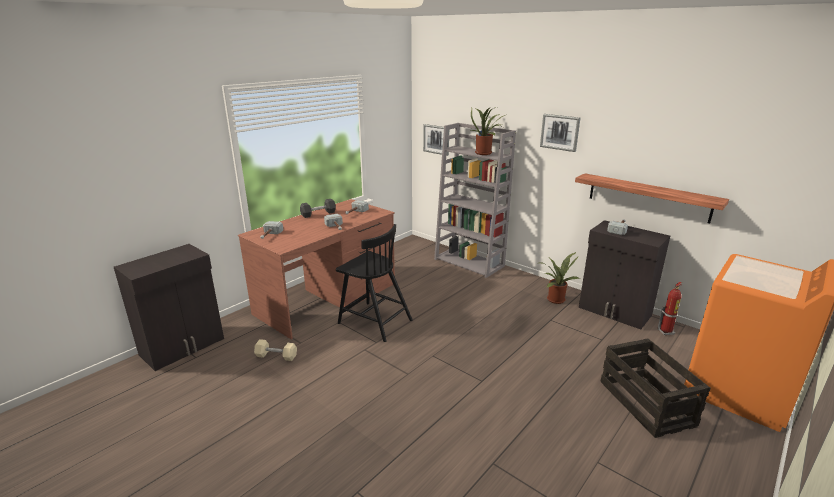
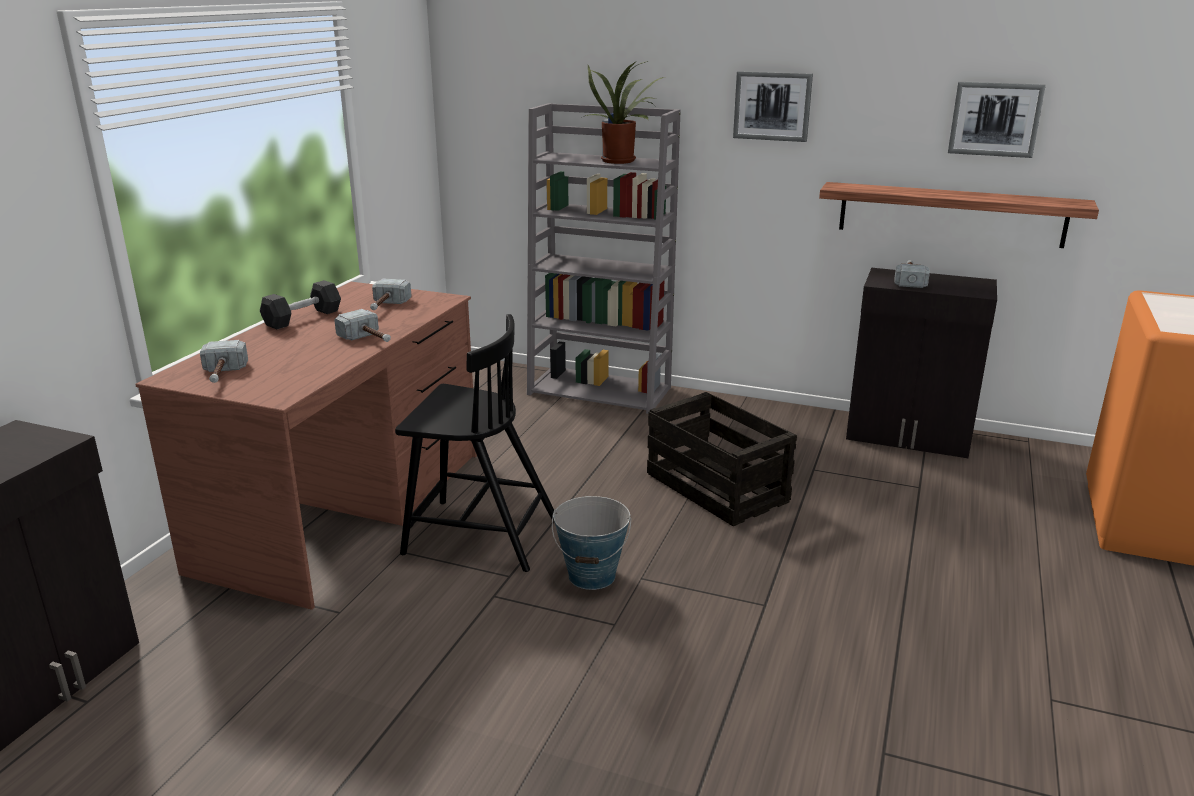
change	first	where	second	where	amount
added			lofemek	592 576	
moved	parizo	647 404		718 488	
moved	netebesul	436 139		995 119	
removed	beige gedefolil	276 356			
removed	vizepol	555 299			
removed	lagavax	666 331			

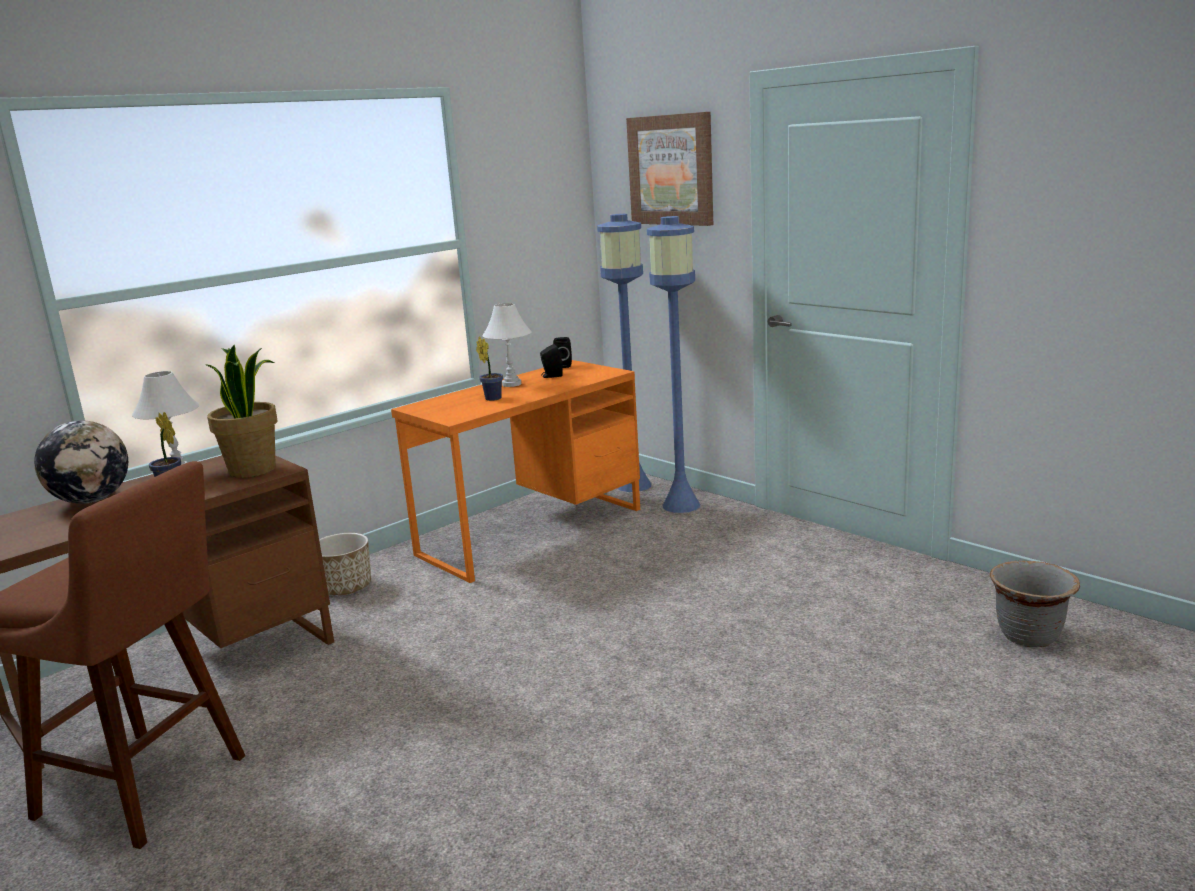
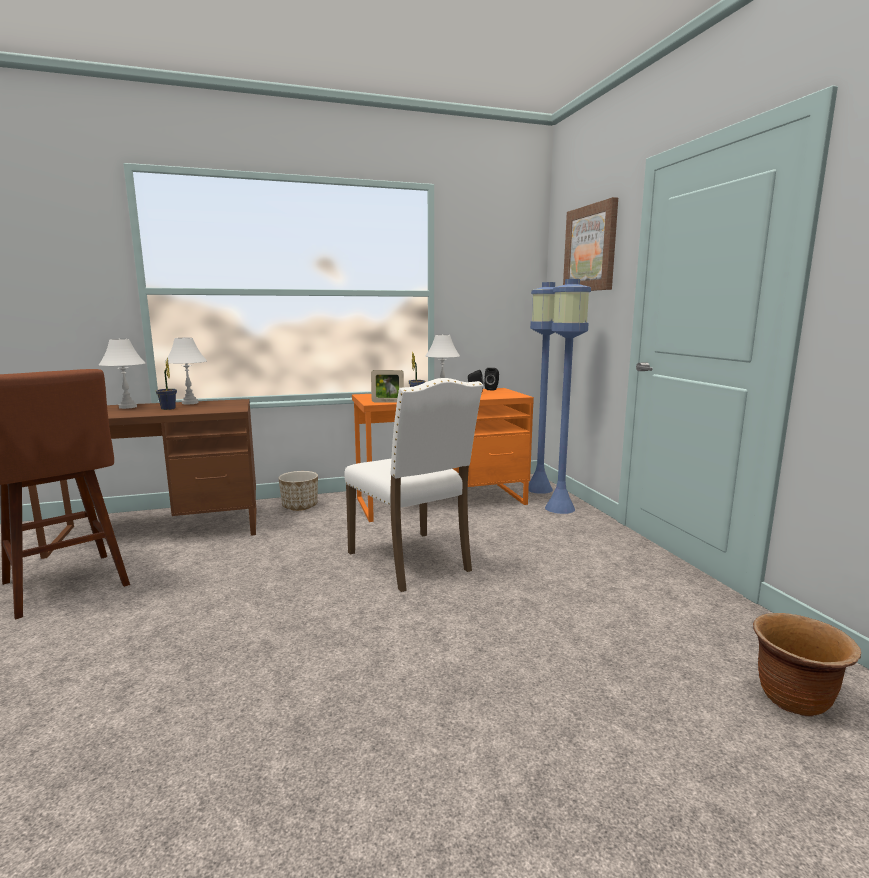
change	first	where	second	where	amount
replaced	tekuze	92 500	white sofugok	128 407	
added			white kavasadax	412 561	
added			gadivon	387 402	
recoloured	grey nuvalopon	1029 636	brown nuvalopon	794 700	
removed	vizepol	254 469			

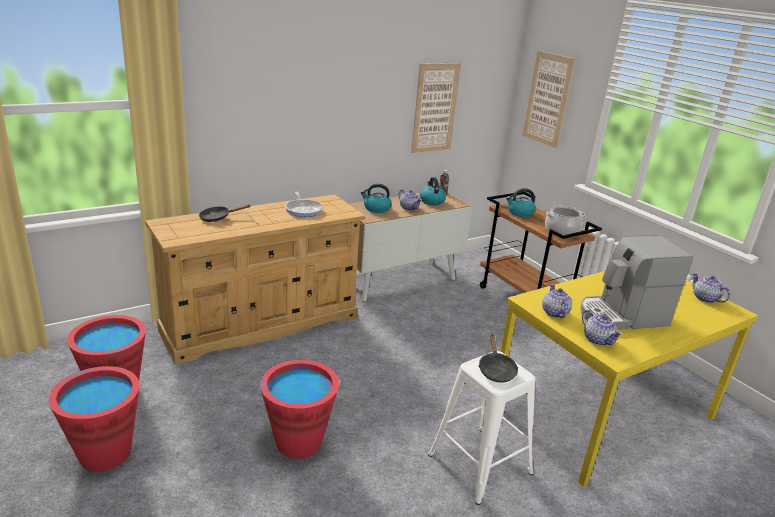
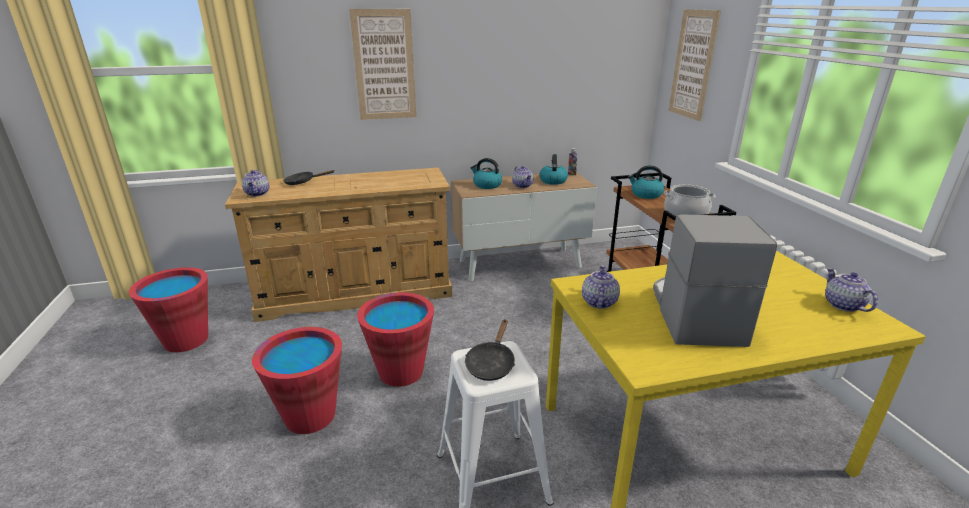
change	first	where	second	where	amount
moved	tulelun	598 340		257 193	
moved	netebesul	435 108		384 65	
moved	red lofemek	105 453		401 372	
turned	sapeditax	622 316		694 315	90 degrees clockwise
removed	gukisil	303 210			

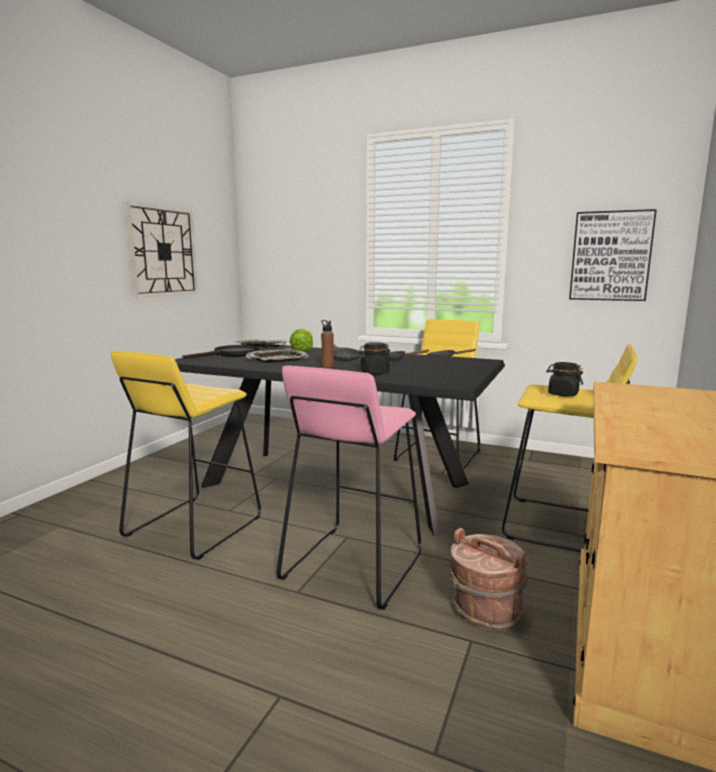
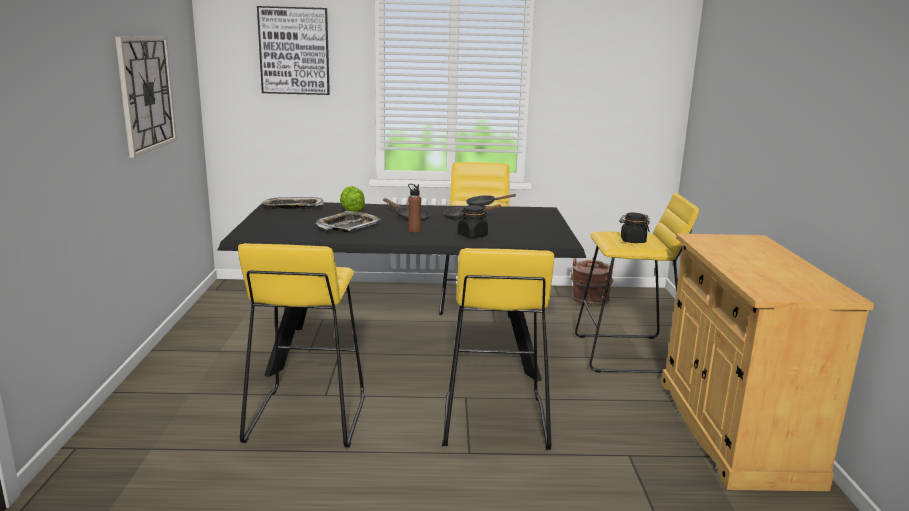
change	first	where	second	where	amount
moved	netebesul	610 256		294 51	
recoloured	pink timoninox	352 565	yellow timoninox	493 421	
moved	brown lofemek	485 610		589 300	
removed	black gukisil	231 354			

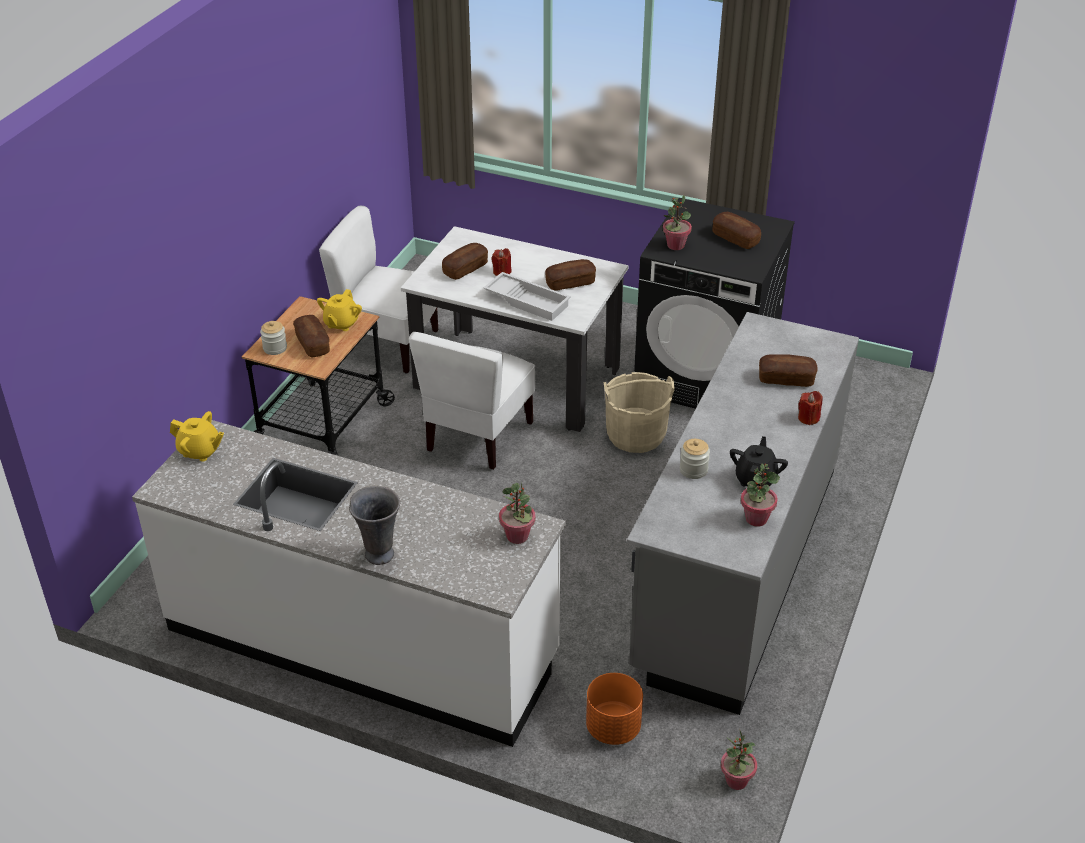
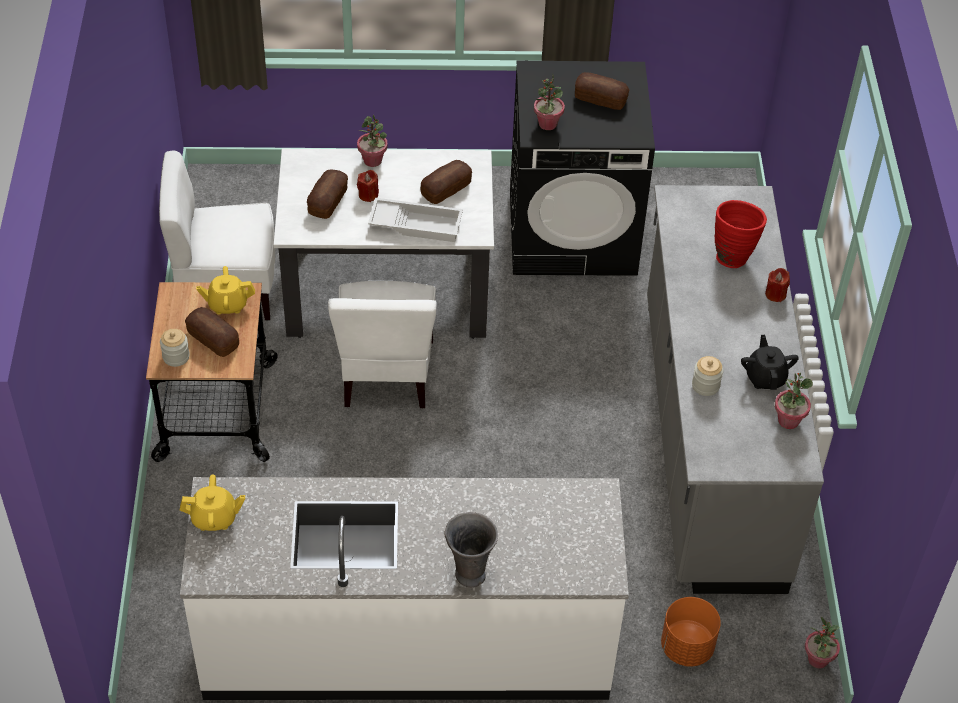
change	first	where	second	where	amount
turned	yellow tulelun	341 323		227 304	90 degrees clockwise
moved	vizepol	517 536		373 160	
replaced	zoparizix	786 379	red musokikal	733 255	
removed	beige lofemek	635 435			

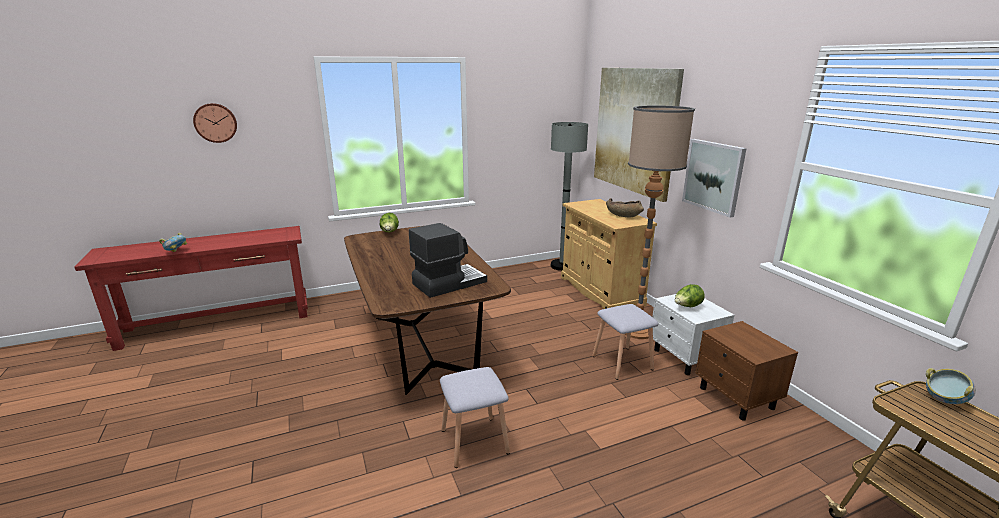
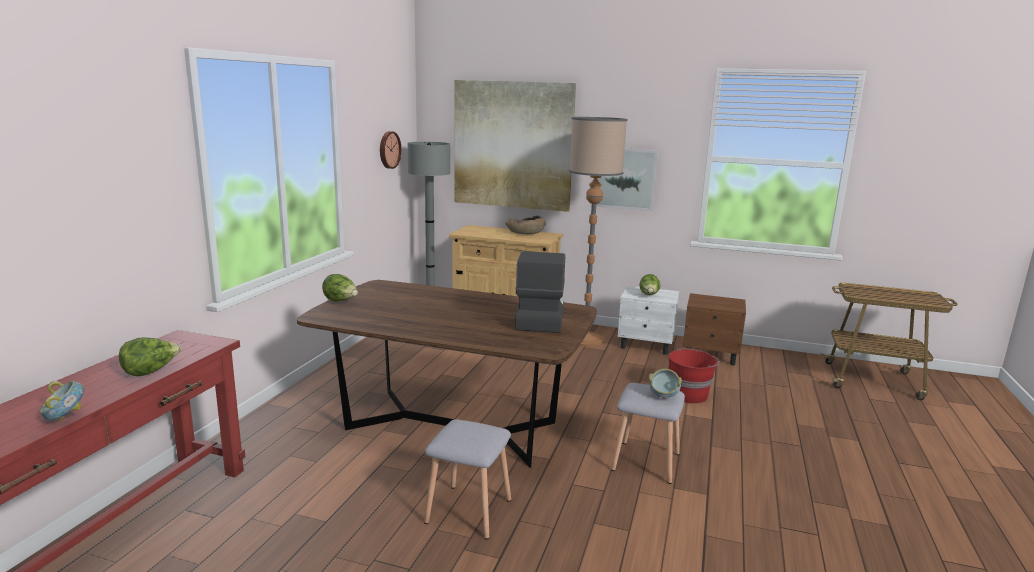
change	first	where	second	where	amount
added			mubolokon	151 372	
moved	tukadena	215 123		388 149	
moved	grey timoninox	621 362		467 511	
moved	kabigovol	943 400		663 396	
added			red lofemek	689 395	

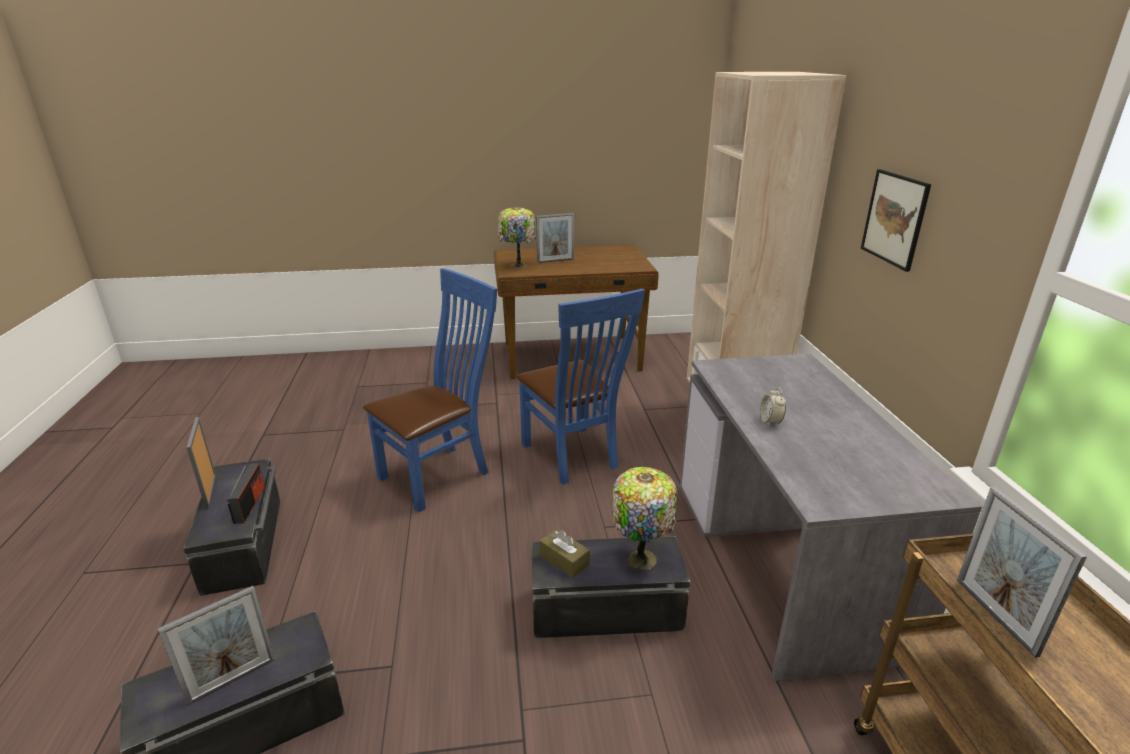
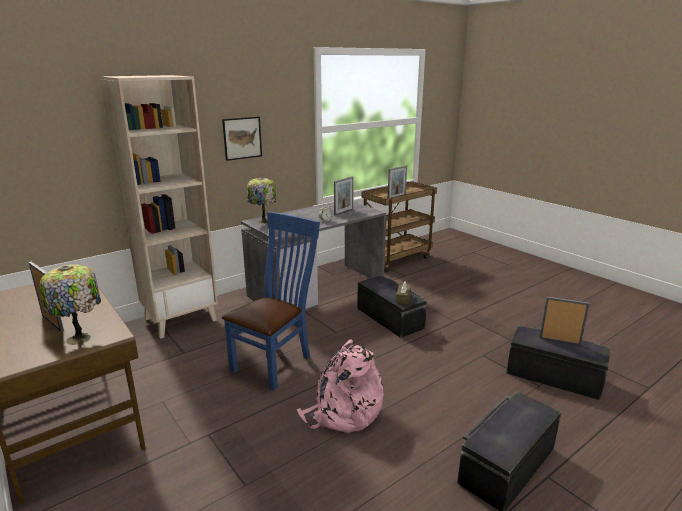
change	first	where	second	where	amount
moved	sofugok	641 557		263 222	
replaced	blue kavasadax	440 474	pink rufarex	343 412	
moved	gadivon	210 491		343 212	
removed	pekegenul	249 504			

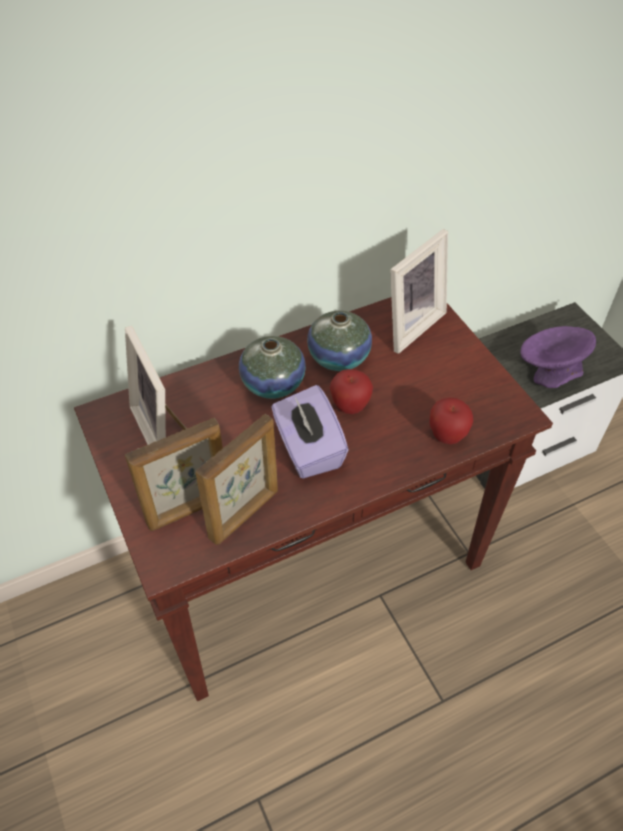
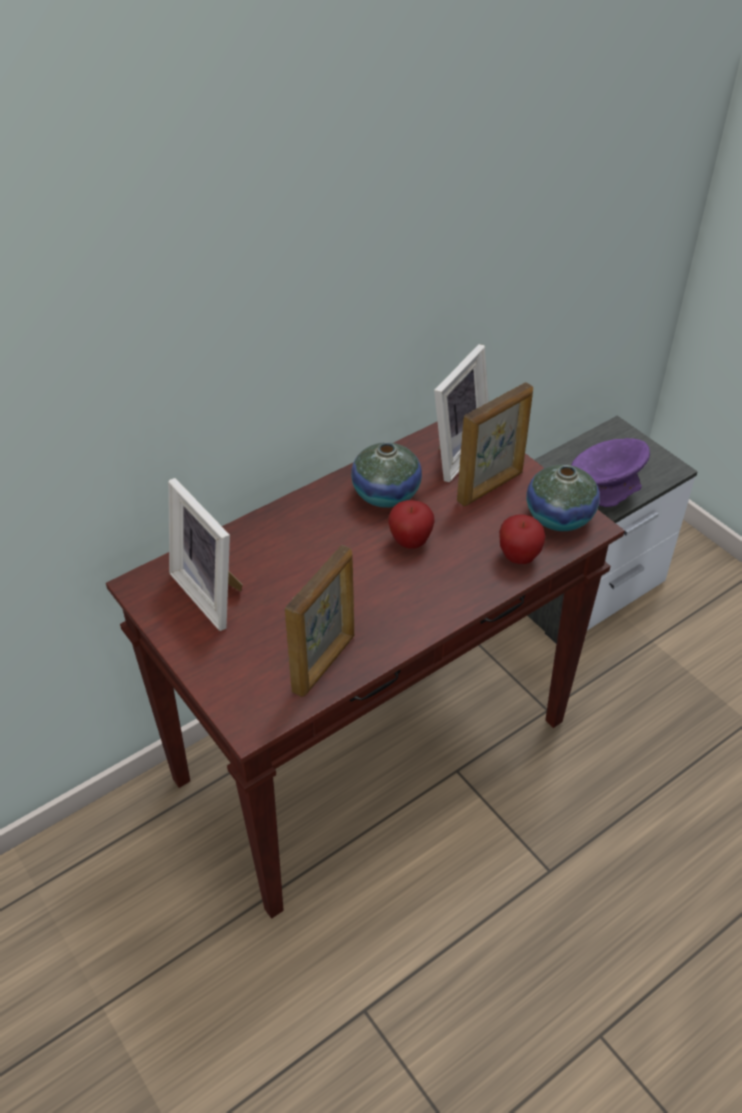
change	first	where	second	where	amount
moved	gadivon	189 510		491 487	
moved	musokikal	273 383		559 517	
removed	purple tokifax	308 449			

